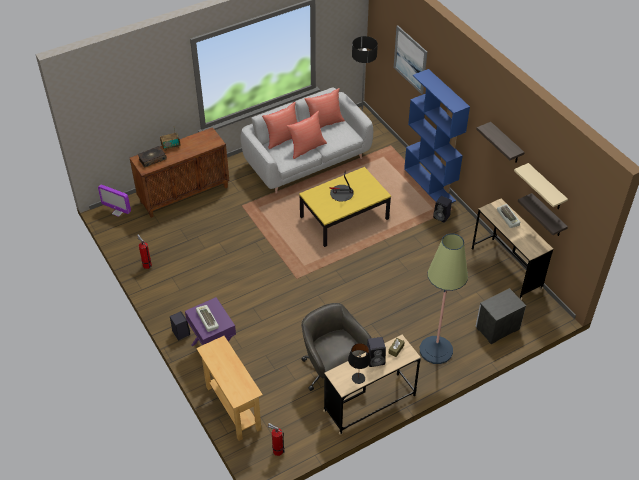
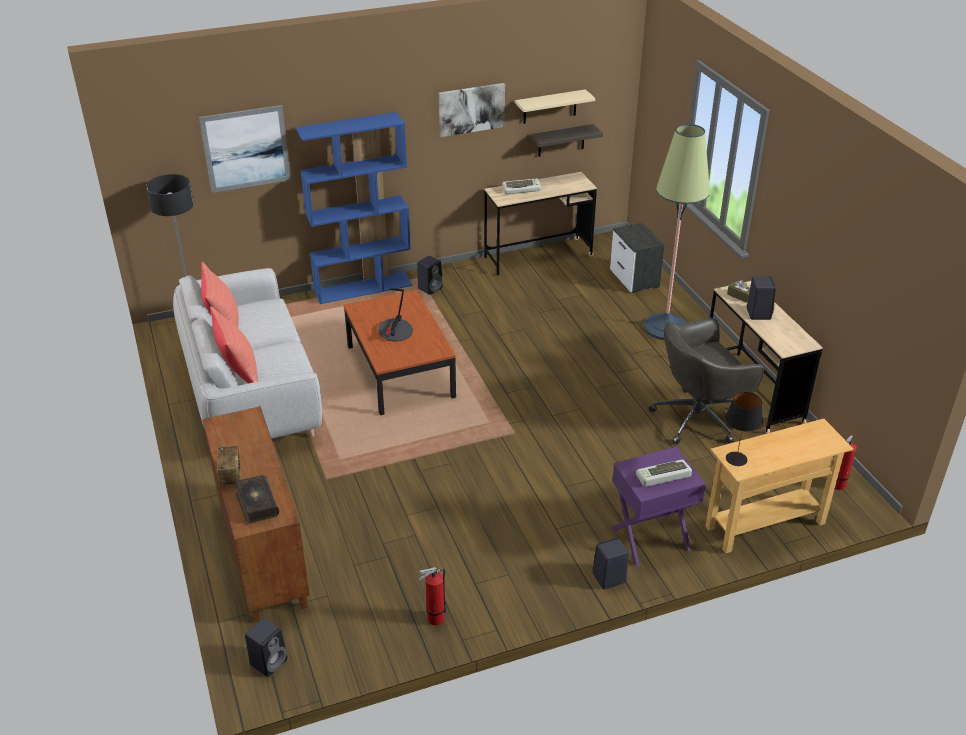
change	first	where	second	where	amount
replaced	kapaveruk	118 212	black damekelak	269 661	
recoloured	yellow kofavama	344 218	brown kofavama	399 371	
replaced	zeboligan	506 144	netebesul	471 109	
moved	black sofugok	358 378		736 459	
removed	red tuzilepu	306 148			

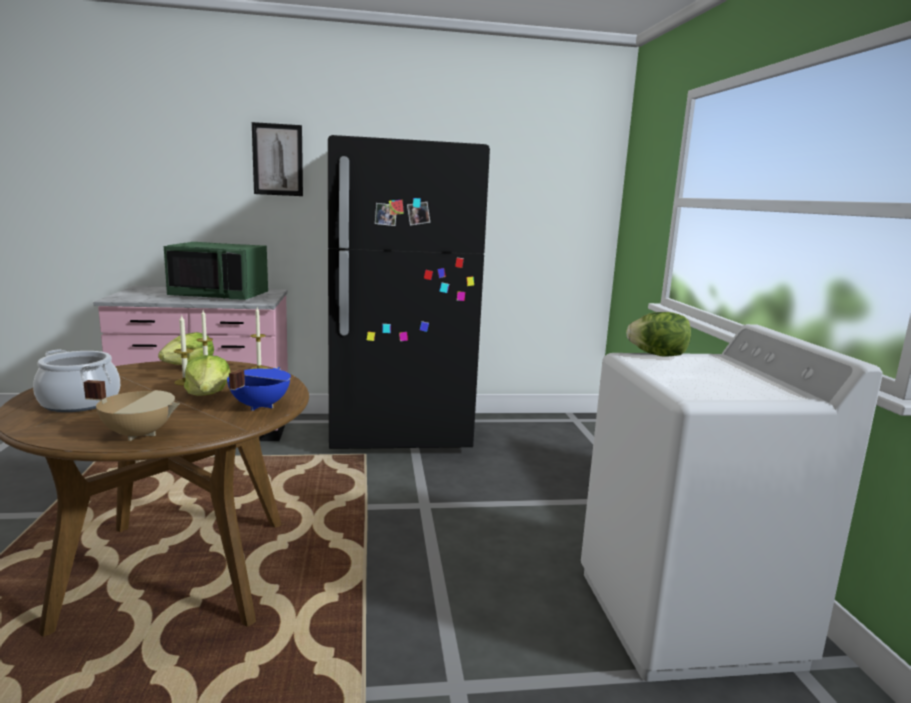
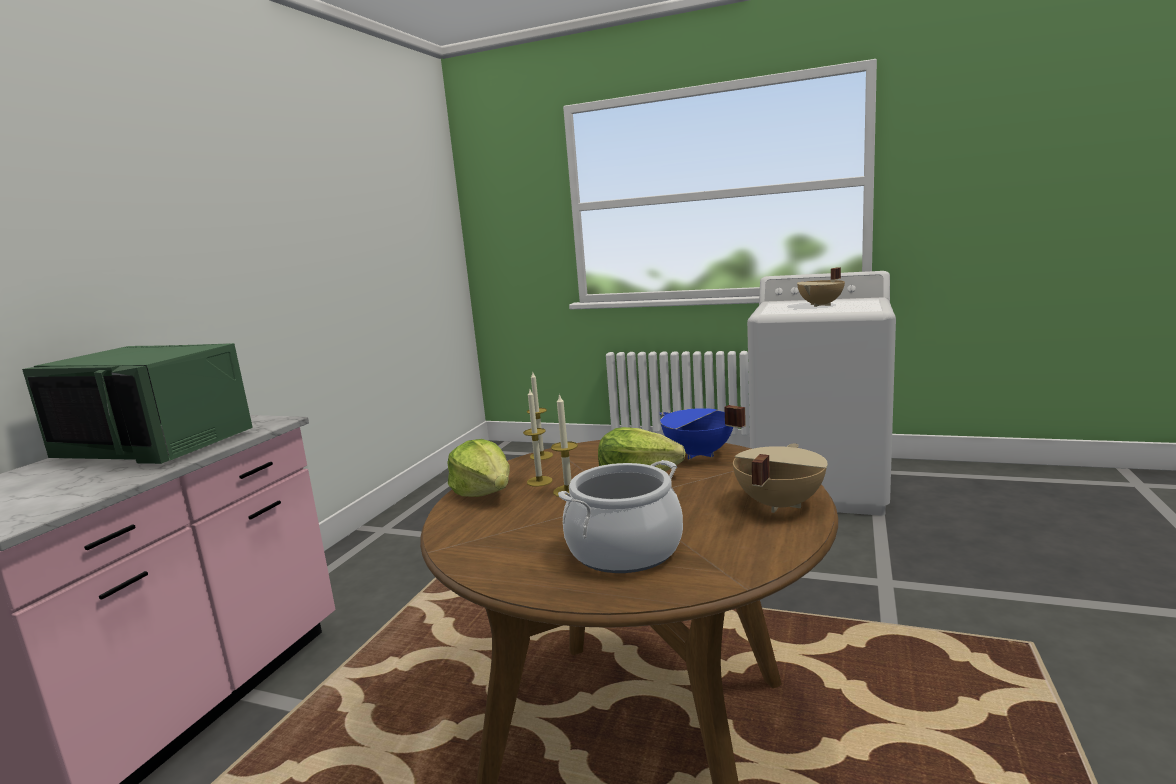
change	first	where	second	where	amount
turned	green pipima	220 295		159 446	75 degrees clockwise
added			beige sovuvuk	821 305	
removed	netebesul	277 160			
removed	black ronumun	399 433			
removed	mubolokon	657 355			

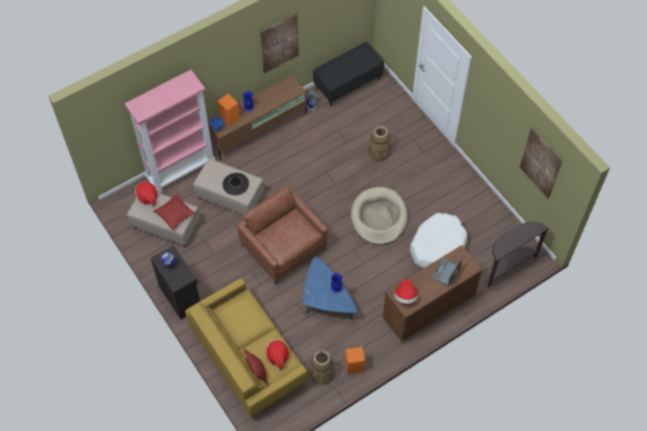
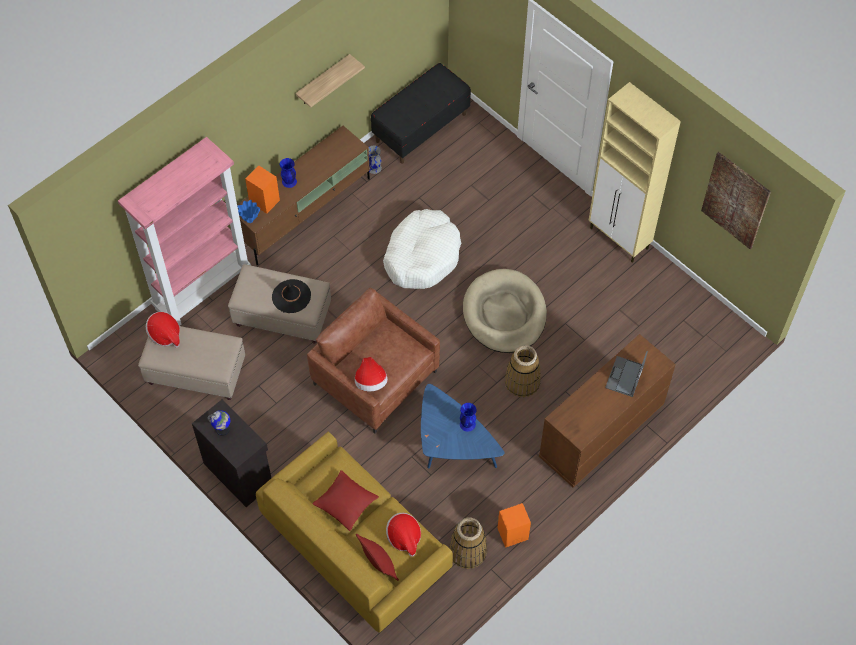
change	first	where	second	where	amount
replaced	netebesul	279 43	zeboligan	323 81	
moved	red tuzilepu	174 214		345 503	
moved	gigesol	405 296		371 382	
moved	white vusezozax	438 245		422 256	
moved	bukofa	379 151		522 381	
added			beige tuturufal	619 239	
removed	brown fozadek	507 266			

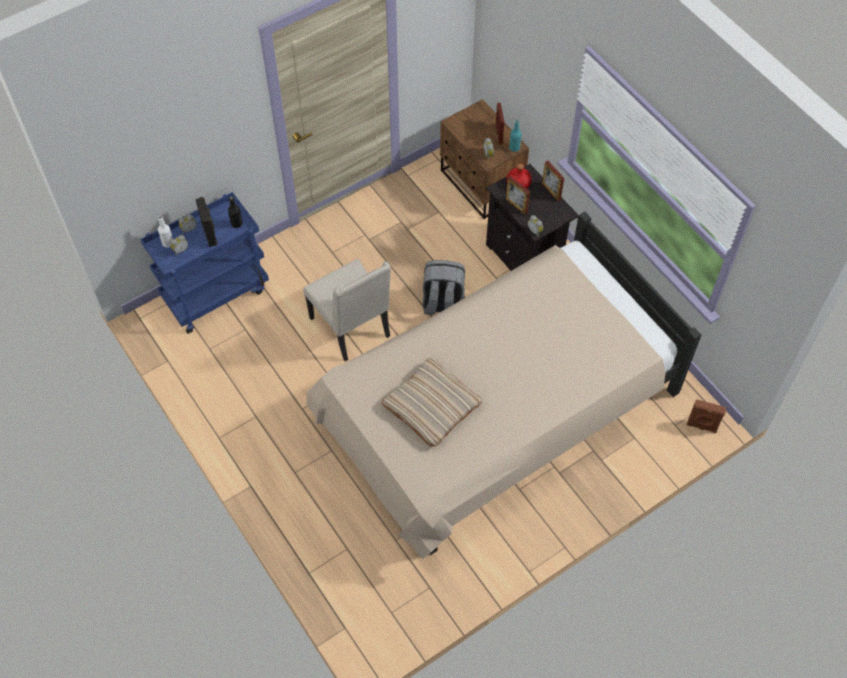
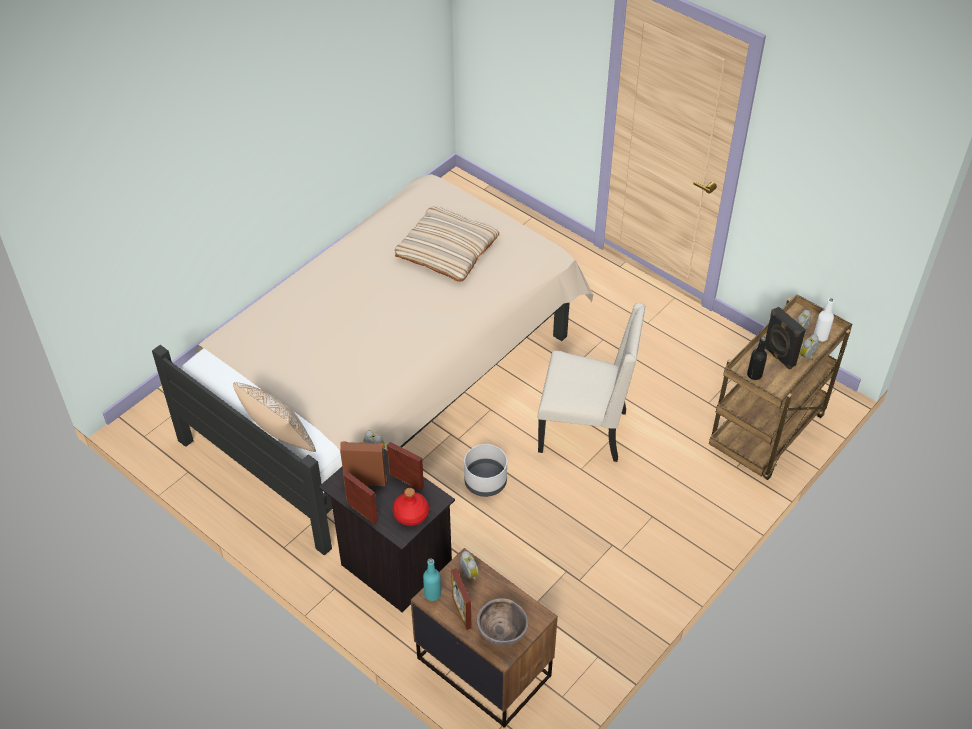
change	first	where	second	where	amount
added			tuzilepu	278 440	
moved	brown damekelak	701 426		365 480	
replaced	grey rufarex	442 304	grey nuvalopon	485 481	
added			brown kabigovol	502 635	
turned	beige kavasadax	352 328		585 430	150 degrees clockwise
recoloured	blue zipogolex	216 293	brown zipogolex	767 434	

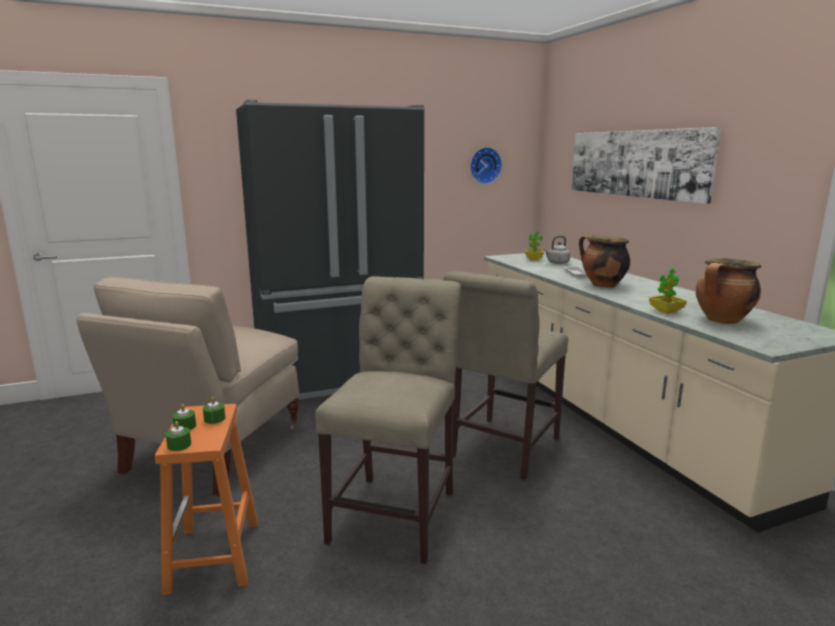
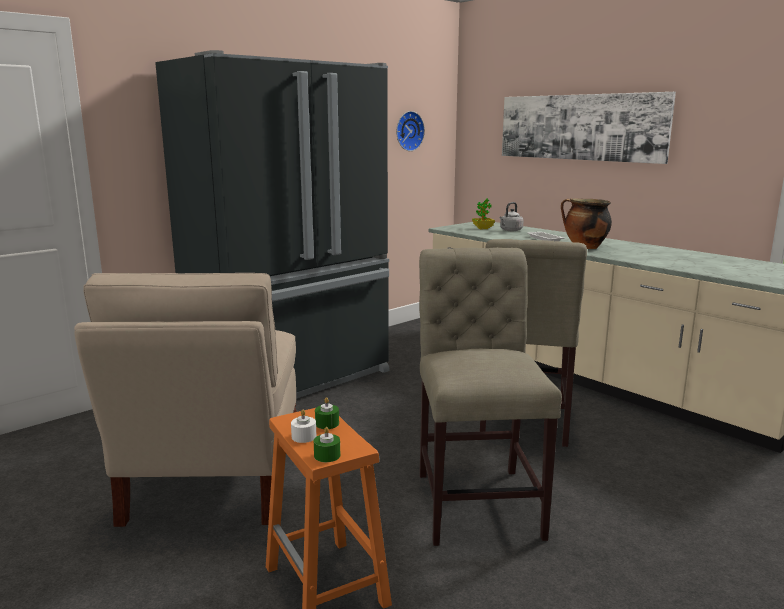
change	first	where	second	where	amount
recoloured	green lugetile	185 426	white lugetile	304 436	
removed	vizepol	666 311			
removed	sovuvuk	722 321			

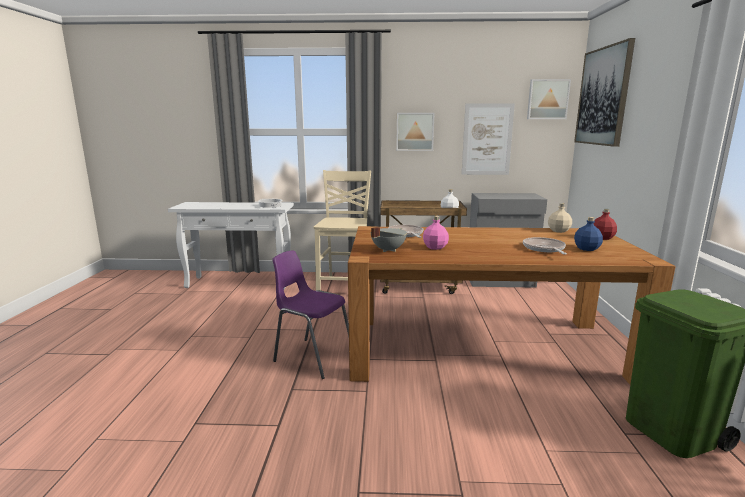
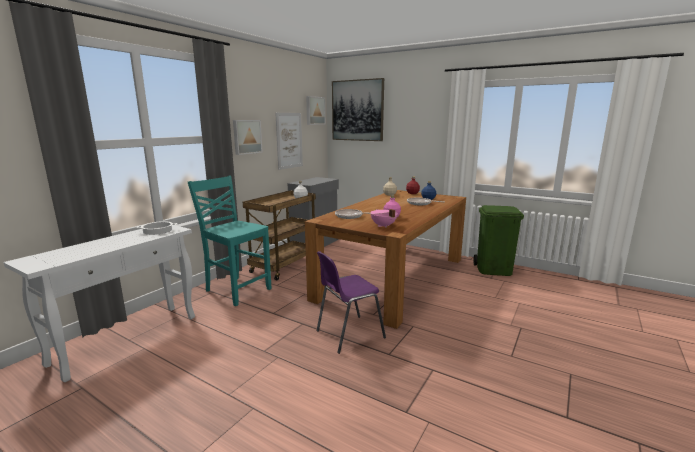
change	first	where	second	where	amount
recoloured	beige kavasadax	345 286	turquoise kavasadax	237 290	
recoloured	grey sovuvuk	387 250	pink sovuvuk	383 226	

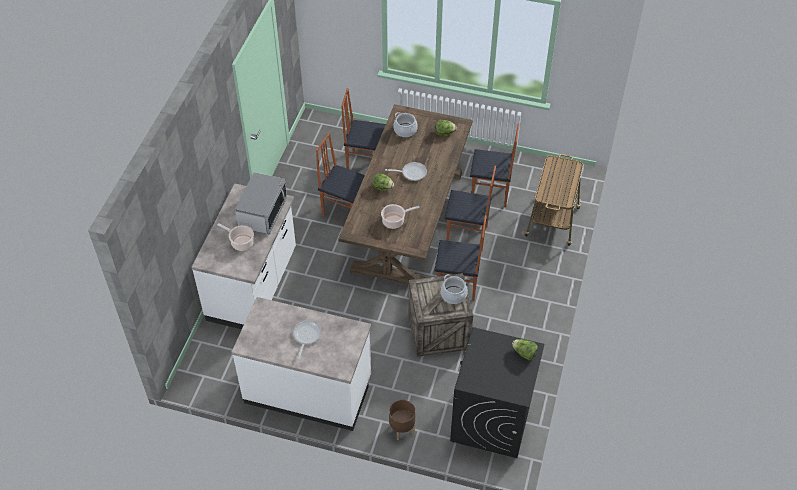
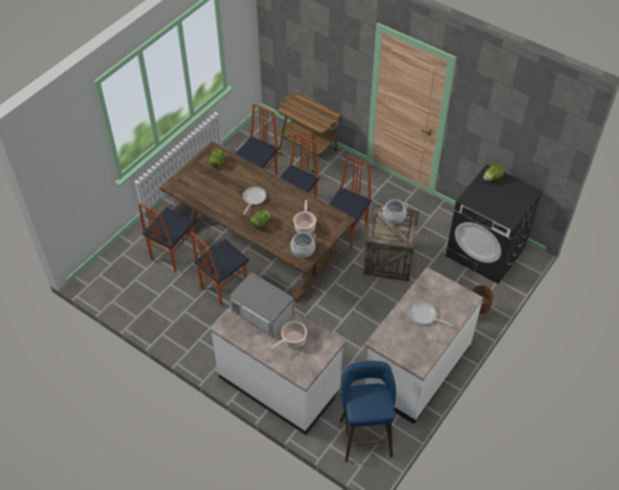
change	first	where	second	where	amount
moved	sovuvuk	405 130		302 249	
added			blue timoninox	365 435	

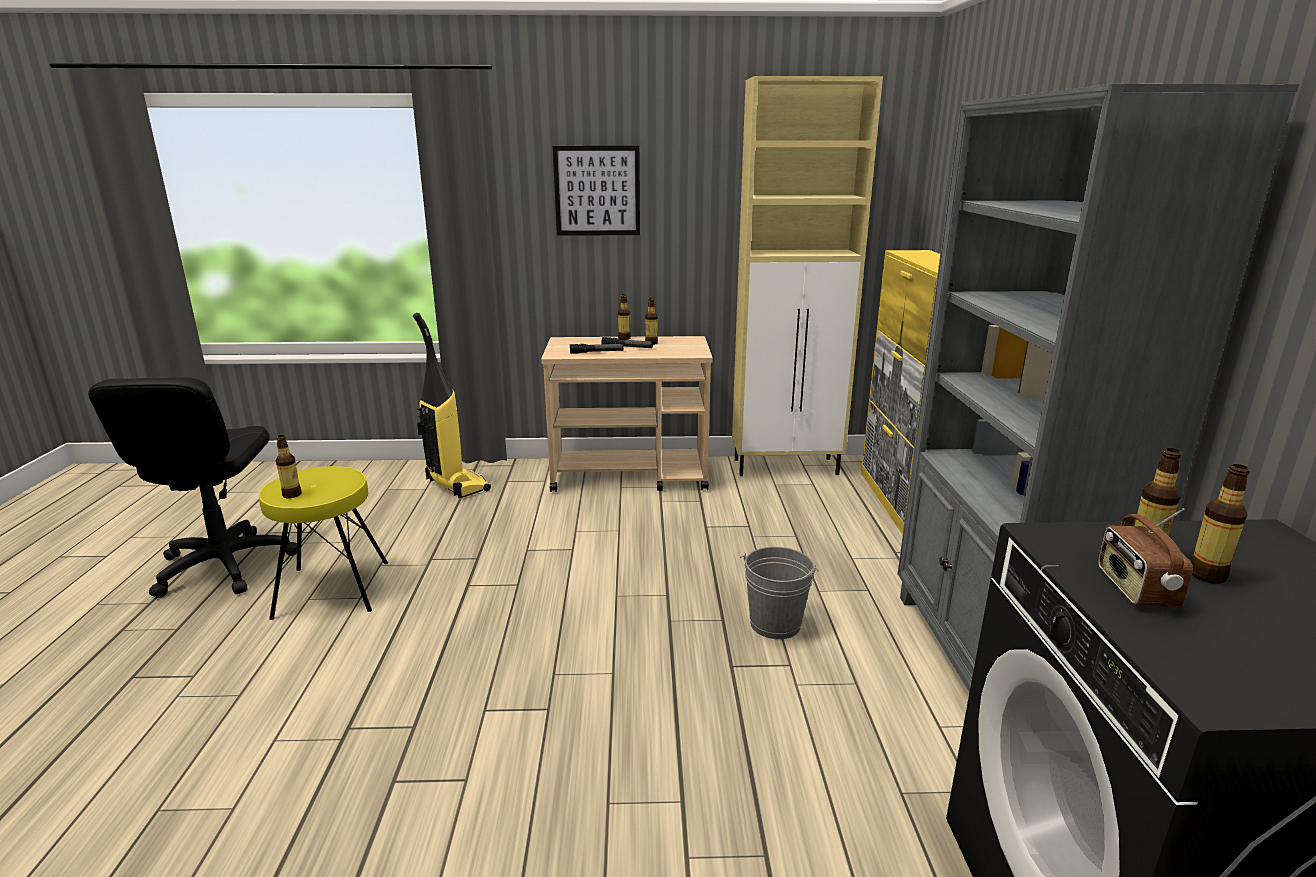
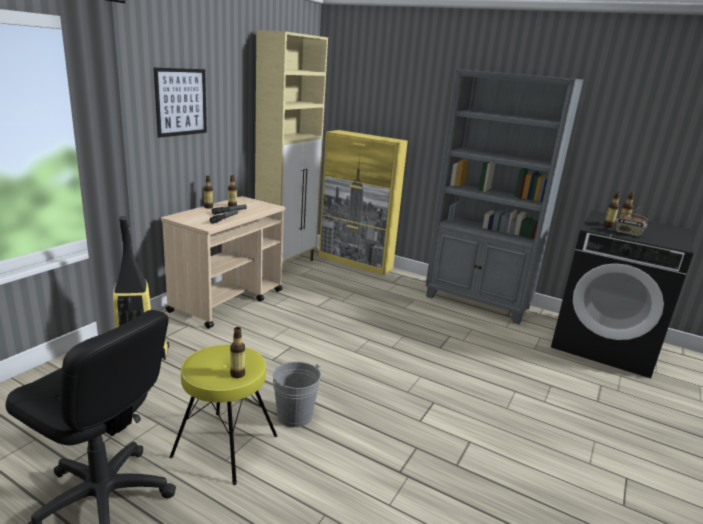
change	first	where	second	where	amount
moved	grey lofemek	775 624		294 415	

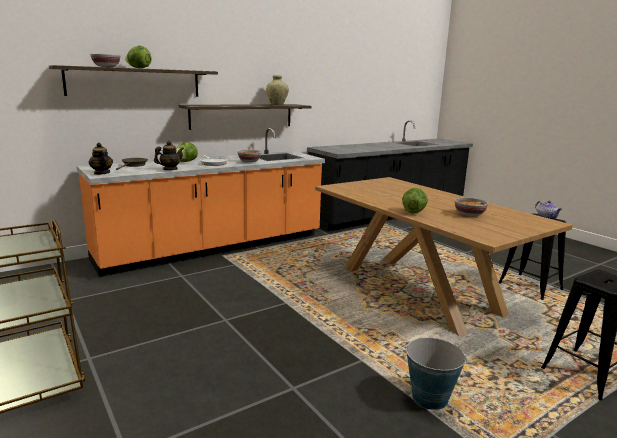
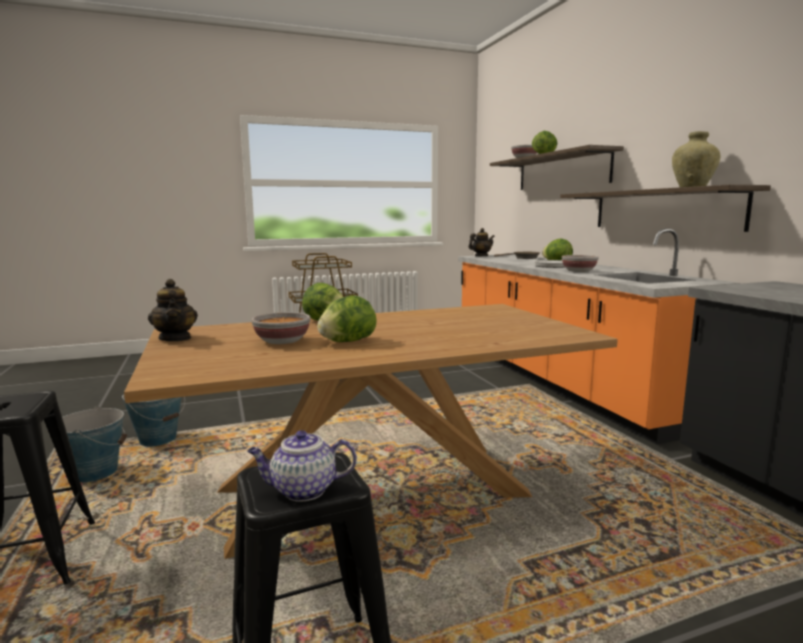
change	first	where	second	where	amount
added			lofemek	96 473	
moved	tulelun	170 169		175 338	
added			mubolokon	347 342	

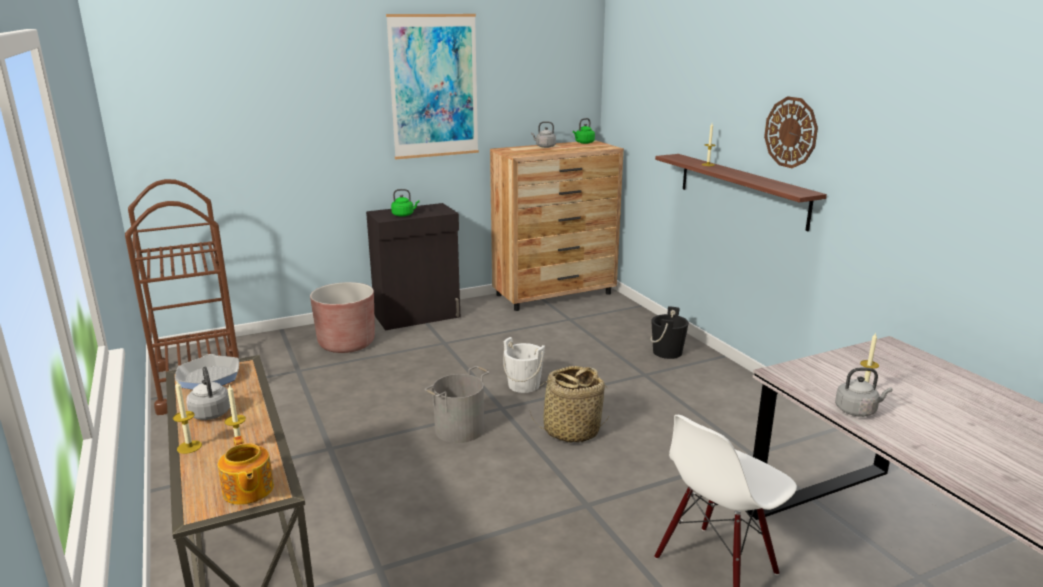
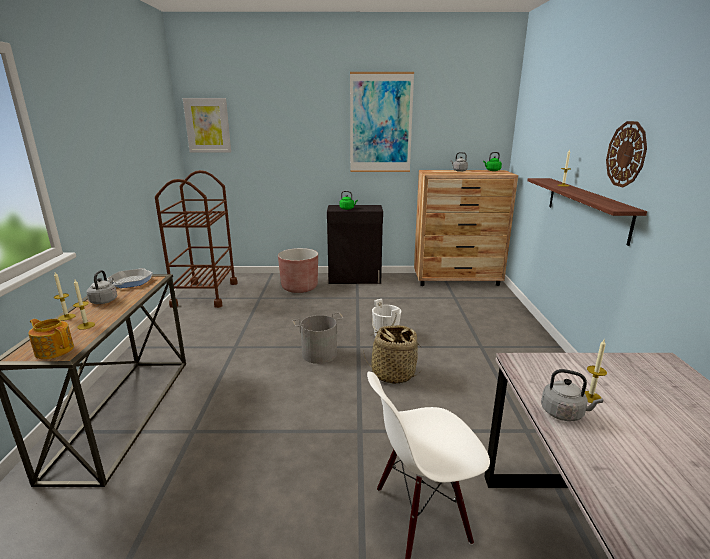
change	first	where	second	where	amount
turned	tulelun	248 490		54 350	120 degrees clockwise
added			netebesul	207 125	
removed	black lofemek	667 352			

